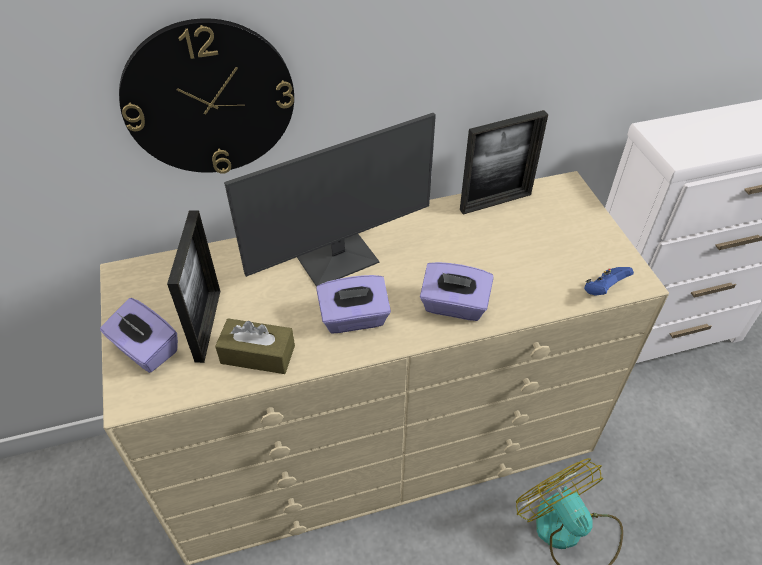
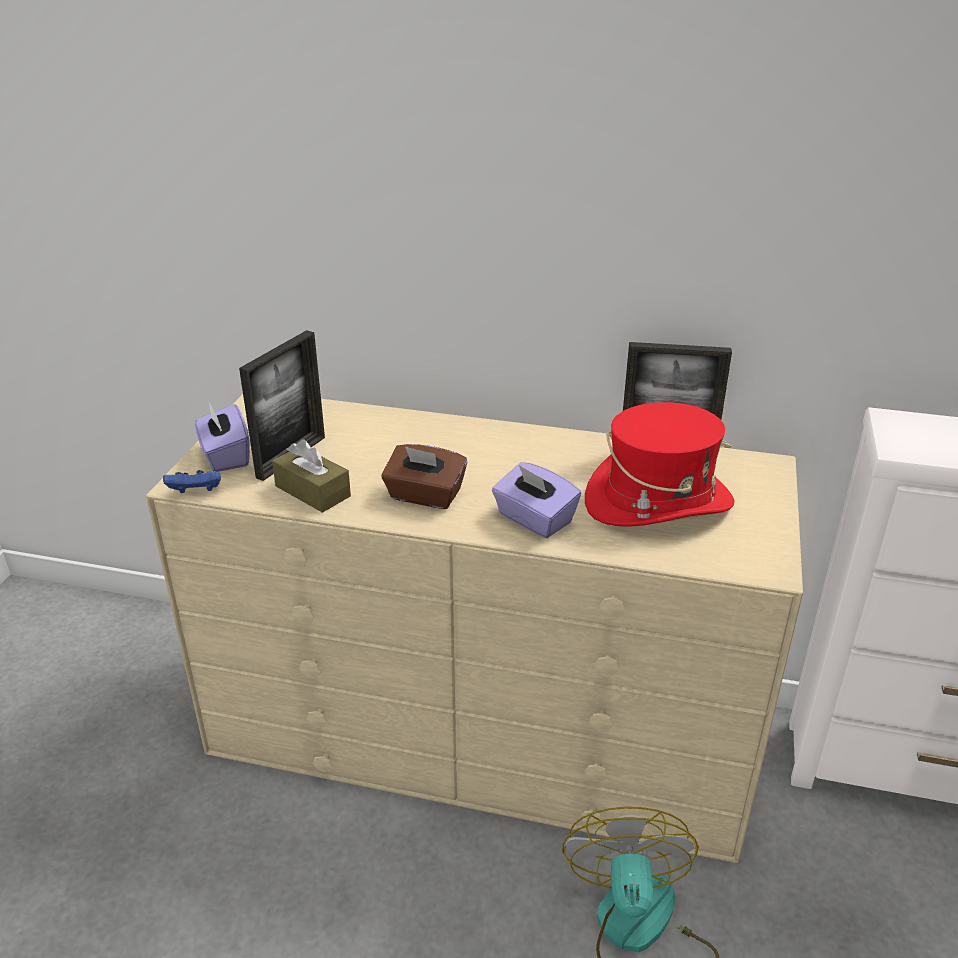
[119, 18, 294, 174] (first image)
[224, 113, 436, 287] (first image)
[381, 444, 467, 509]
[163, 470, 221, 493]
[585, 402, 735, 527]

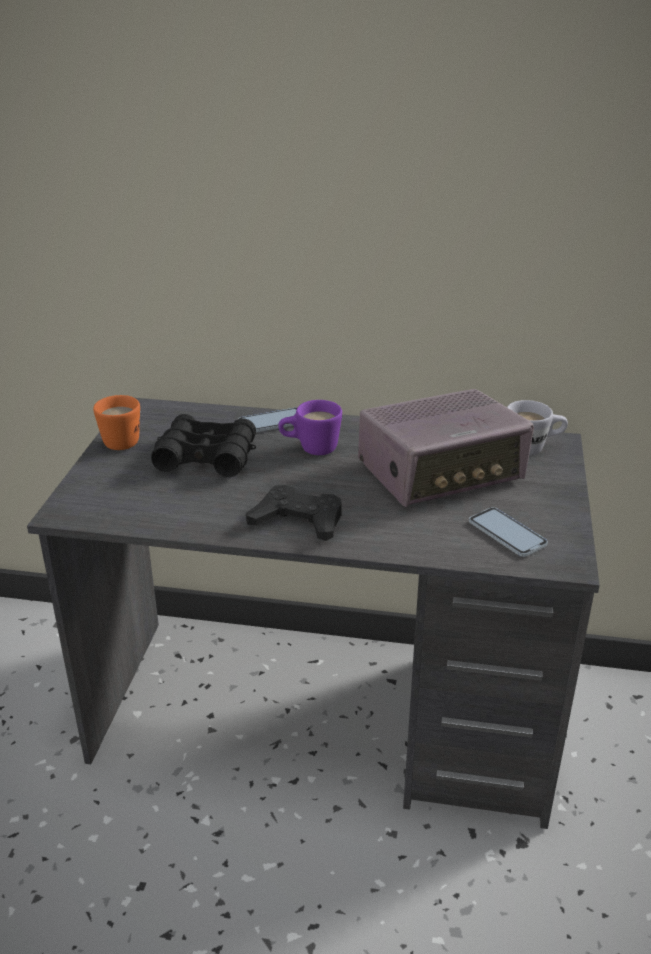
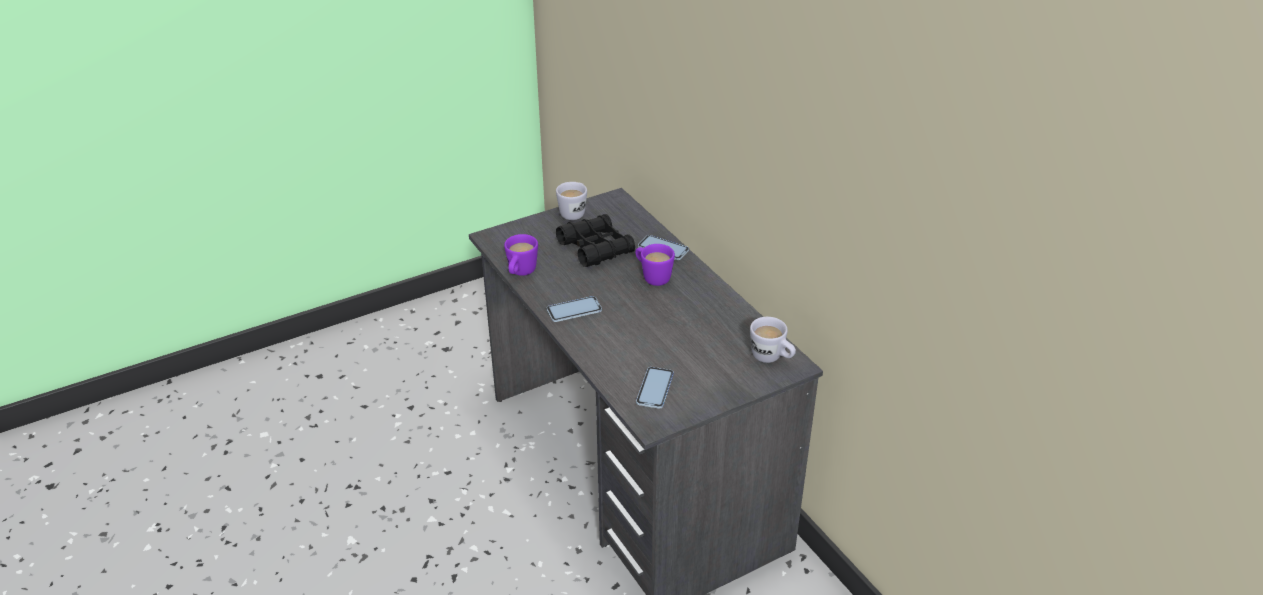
[556, 182, 587, 220]
[547, 296, 602, 322]
[358, 389, 534, 507] (first image)
[504, 234, 538, 276]

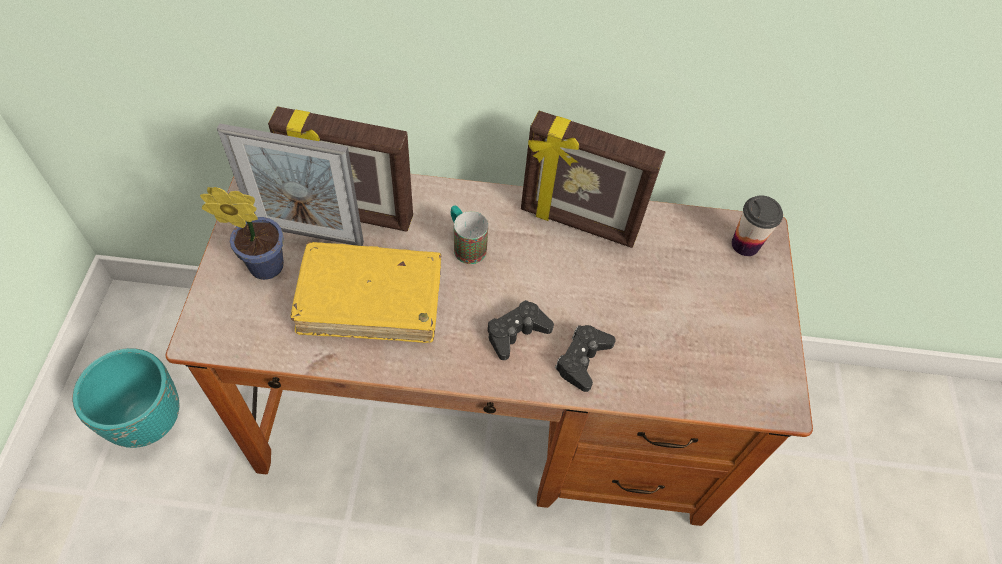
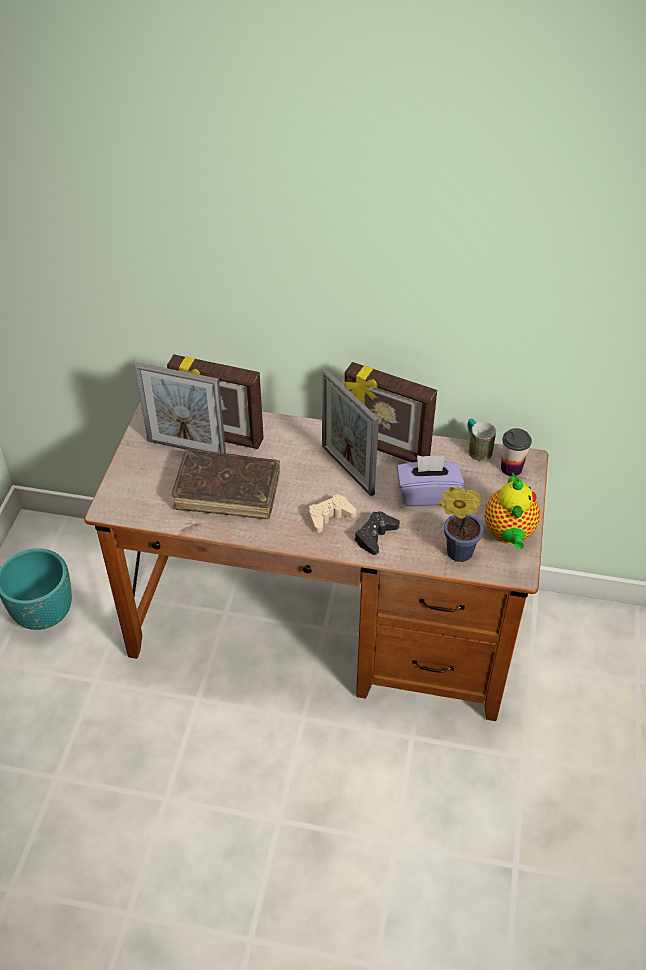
[439, 487, 483, 562]
[172, 449, 280, 519]
[468, 418, 496, 461]
[309, 494, 356, 533]
[322, 369, 379, 496]
[397, 455, 464, 507]
[484, 473, 540, 550]

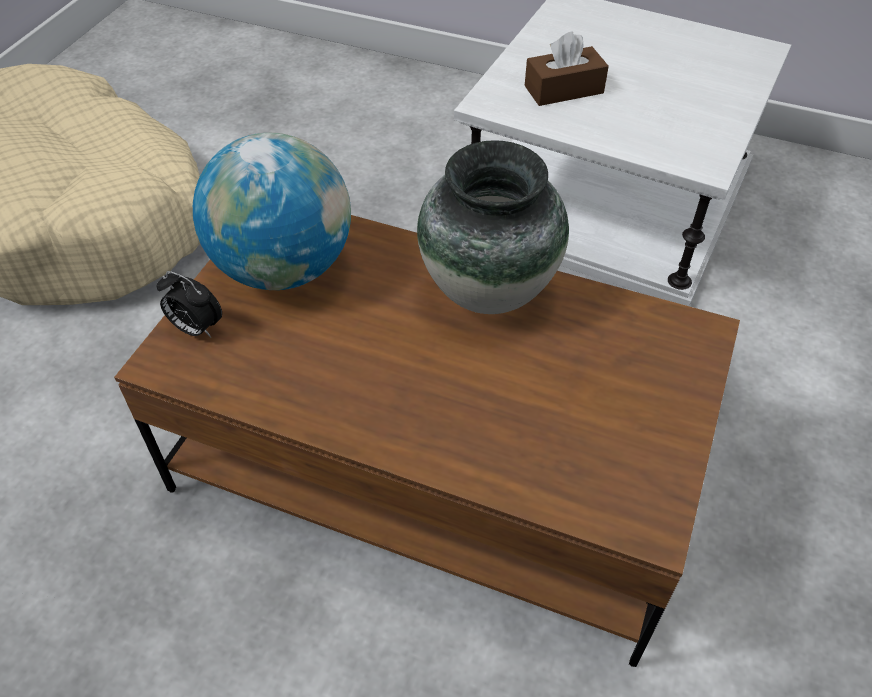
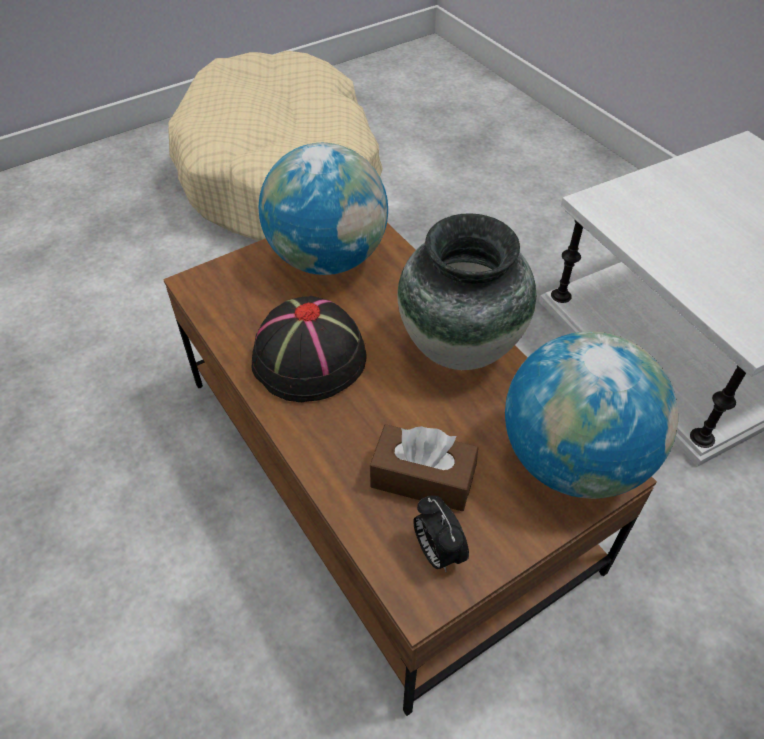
[413, 496, 469, 572]
[370, 424, 478, 511]
[252, 296, 366, 402]
[505, 331, 678, 499]

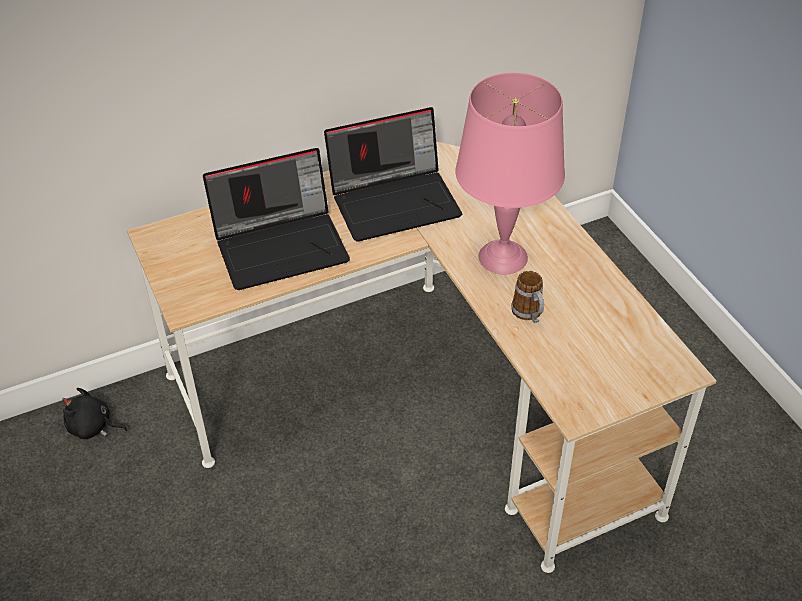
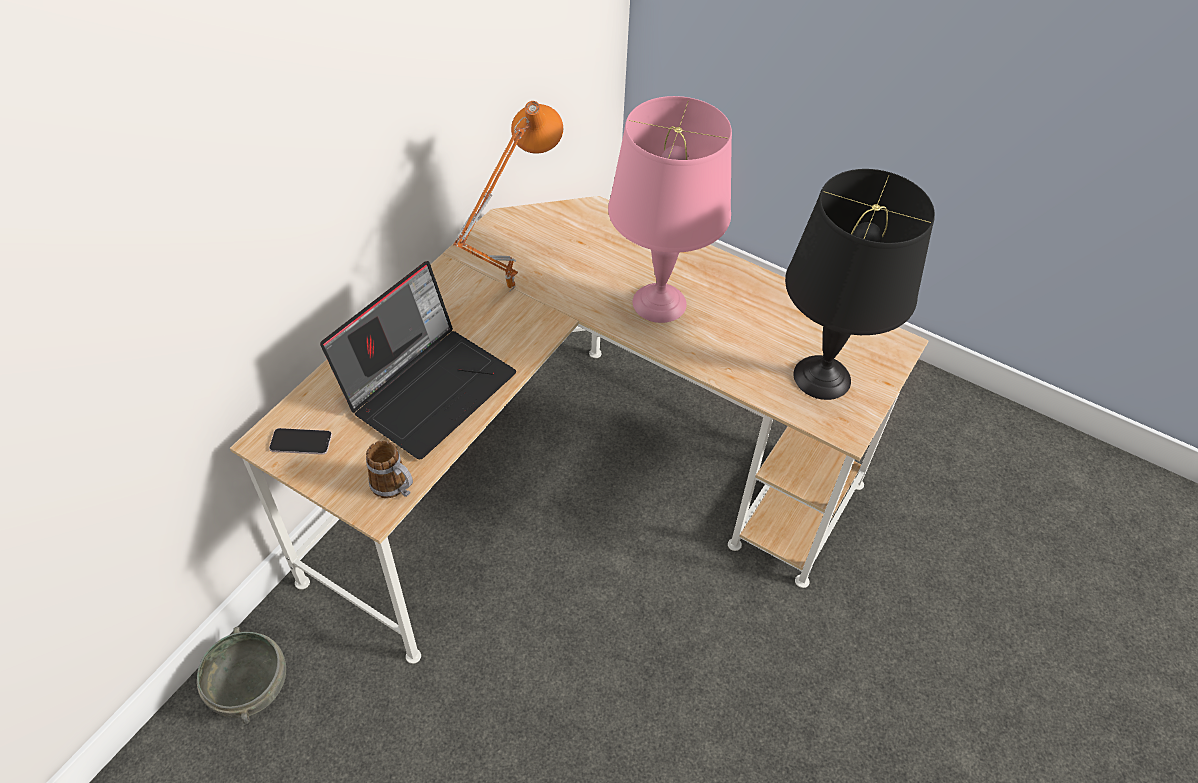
[197, 627, 286, 724]
[453, 101, 563, 292]
[366, 440, 413, 498]
[269, 428, 332, 455]
[785, 169, 935, 400]

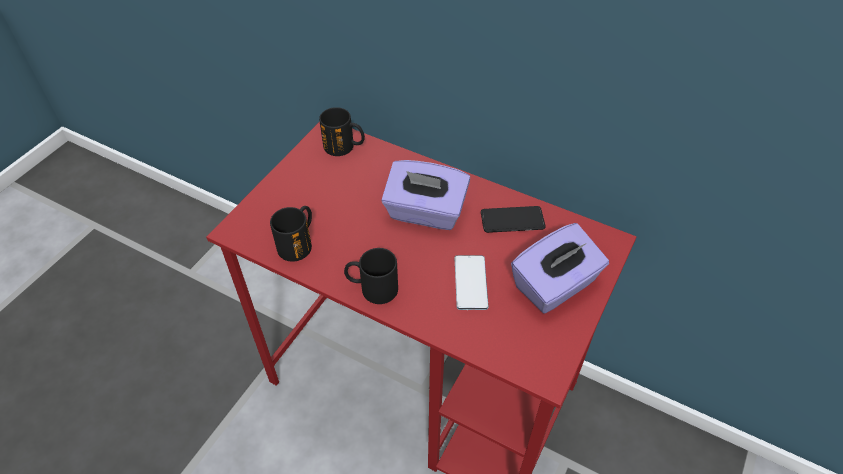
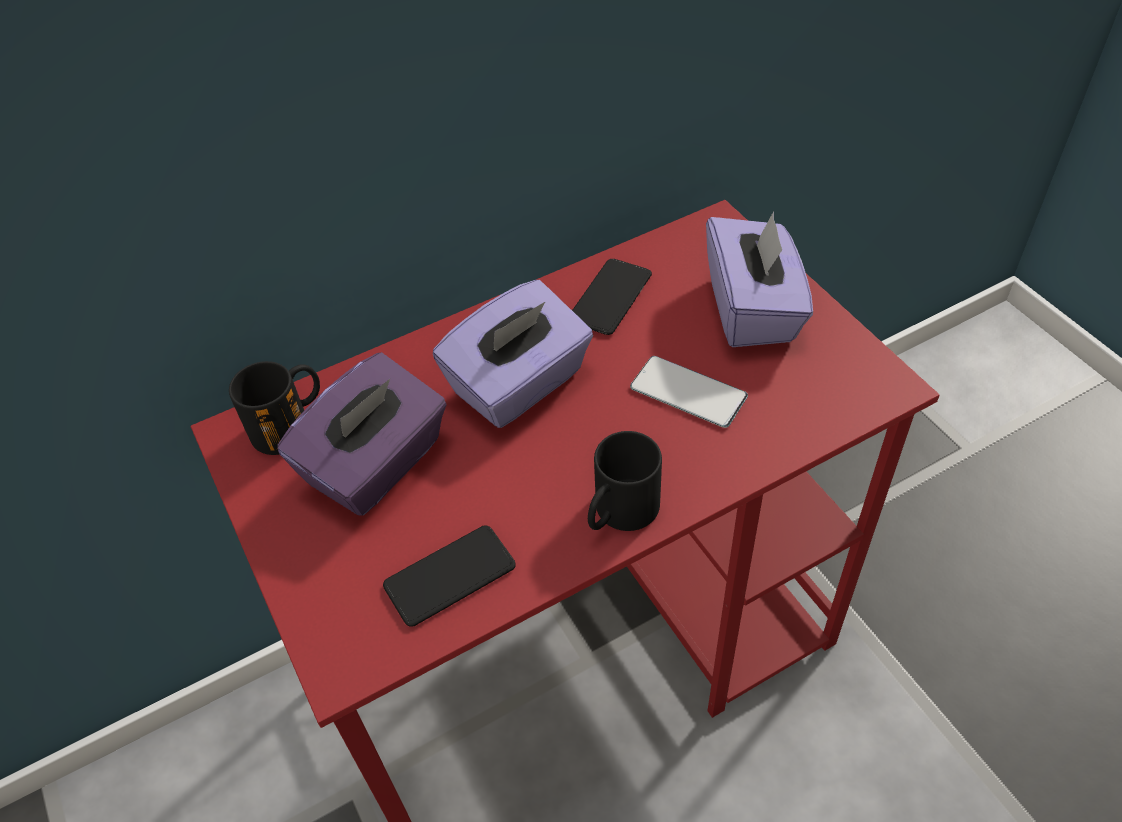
[383, 525, 516, 627]
[277, 352, 447, 516]

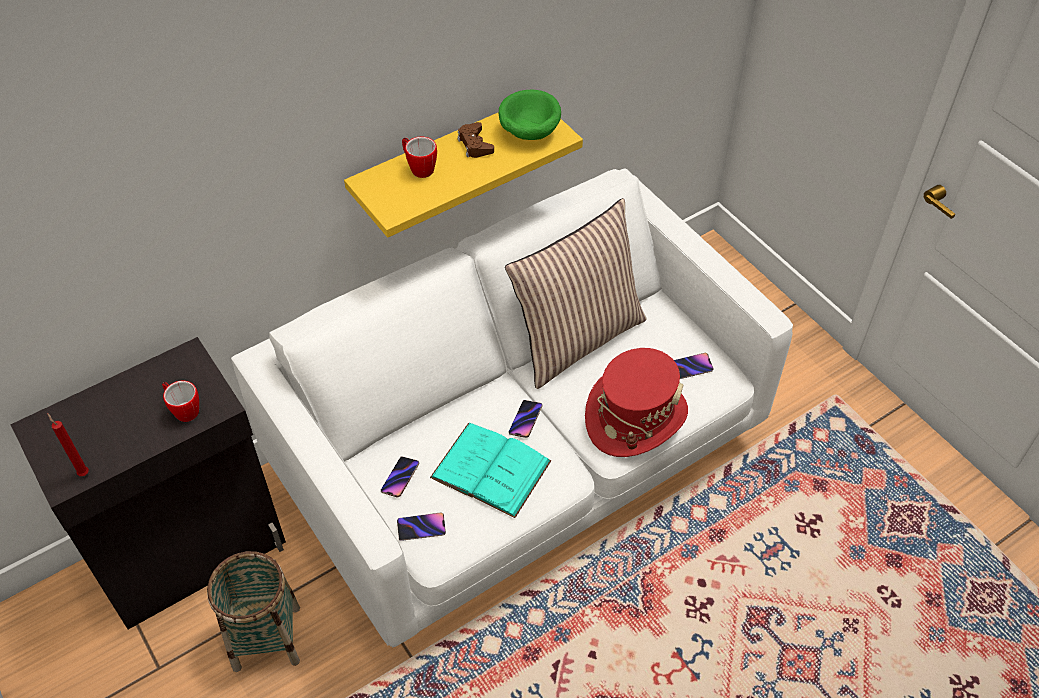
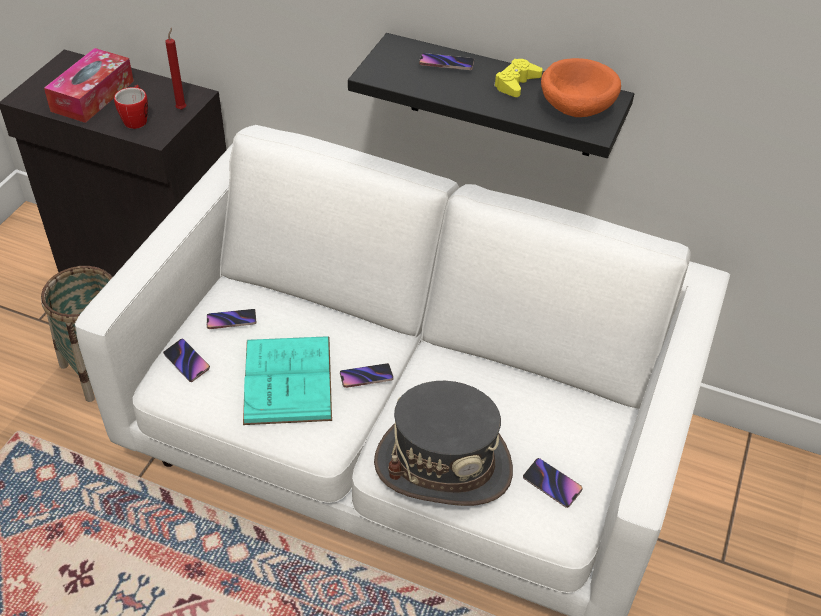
[165, 28, 186, 110]
[348, 33, 634, 158]
[419, 53, 474, 70]
[494, 59, 543, 97]
[541, 58, 621, 117]
[505, 198, 647, 389] (first image)
[374, 381, 513, 506]
[44, 48, 134, 123]

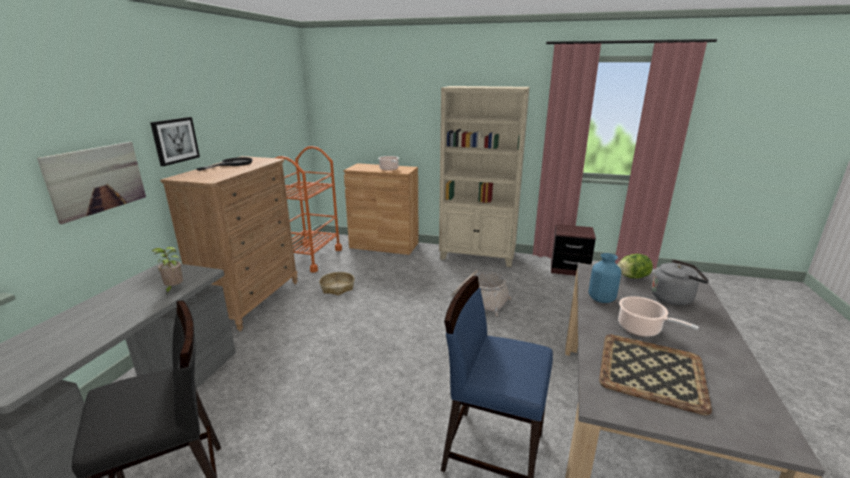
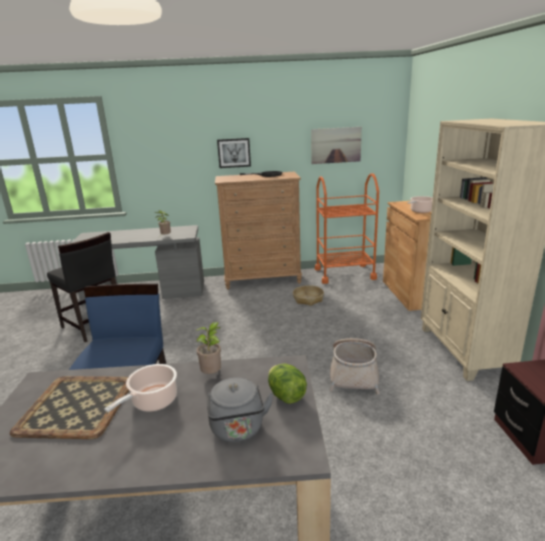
[311, 127, 362, 164]
[195, 322, 221, 374]

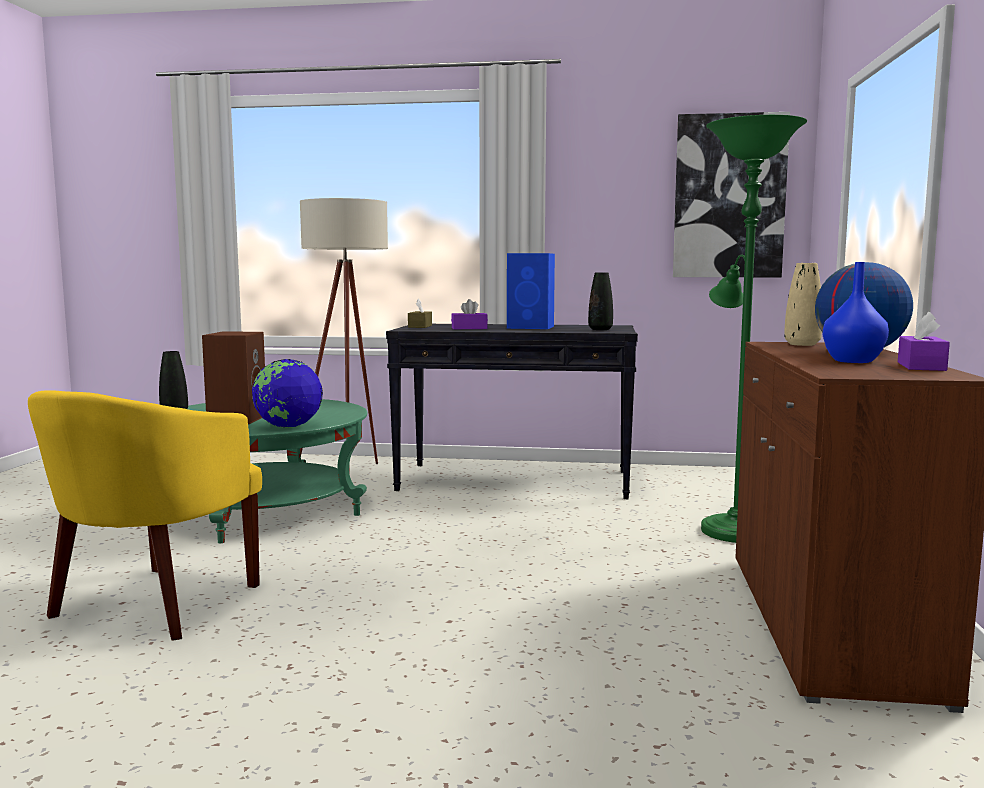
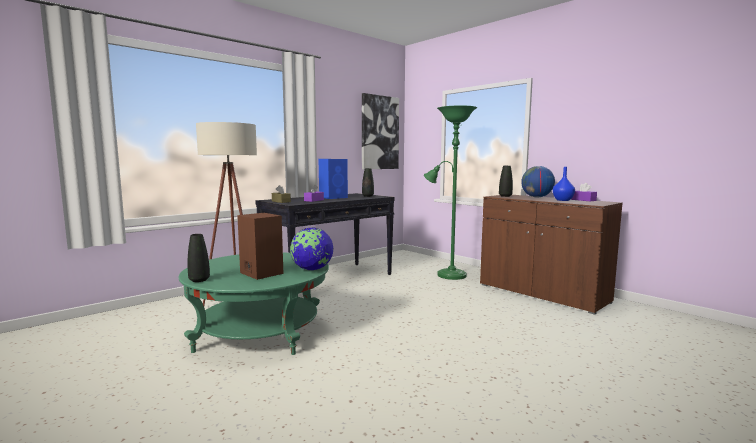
[28, 390, 262, 641] (first image)
[499, 166, 513, 197]

